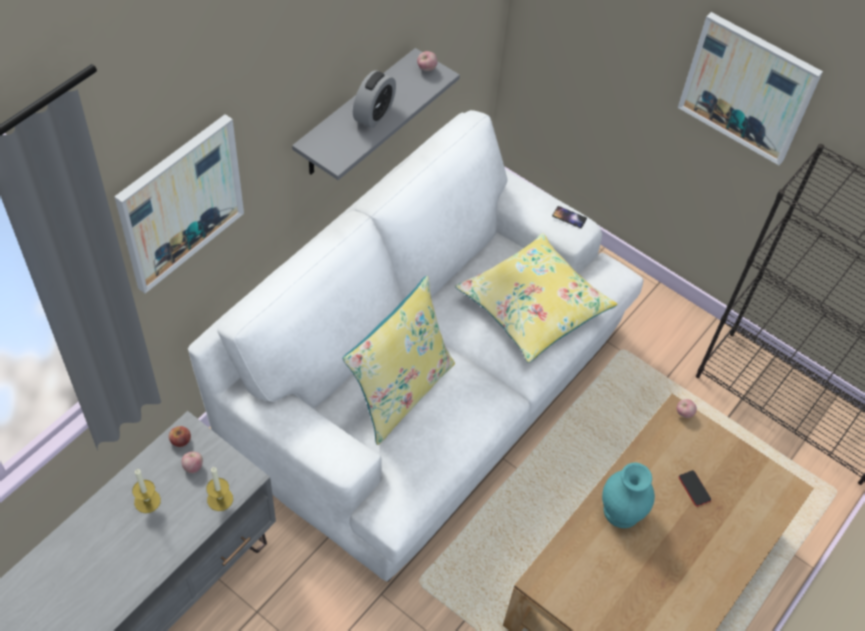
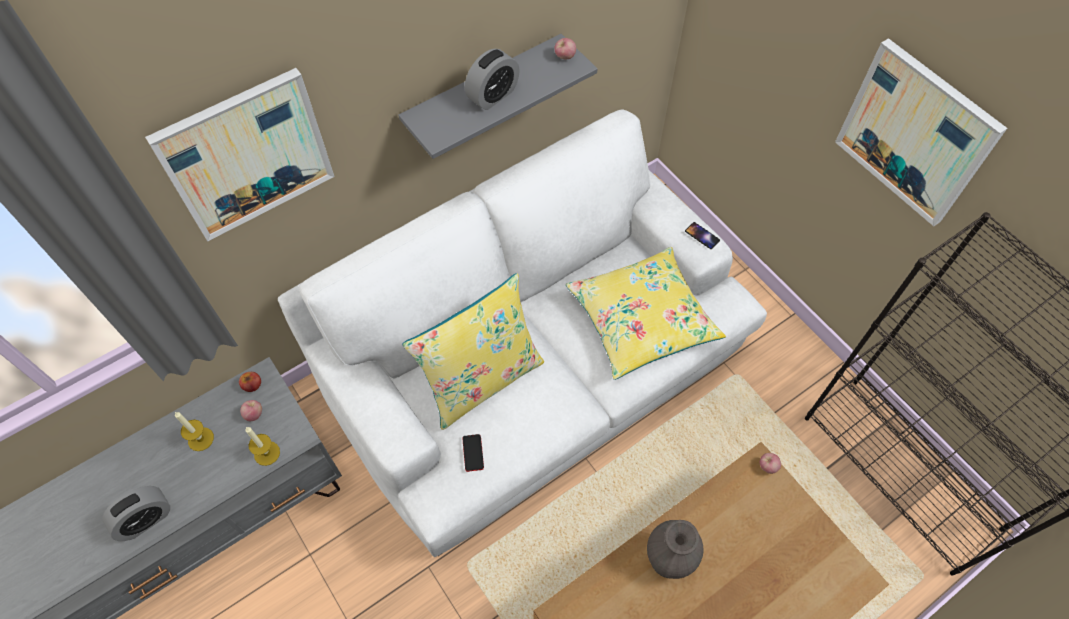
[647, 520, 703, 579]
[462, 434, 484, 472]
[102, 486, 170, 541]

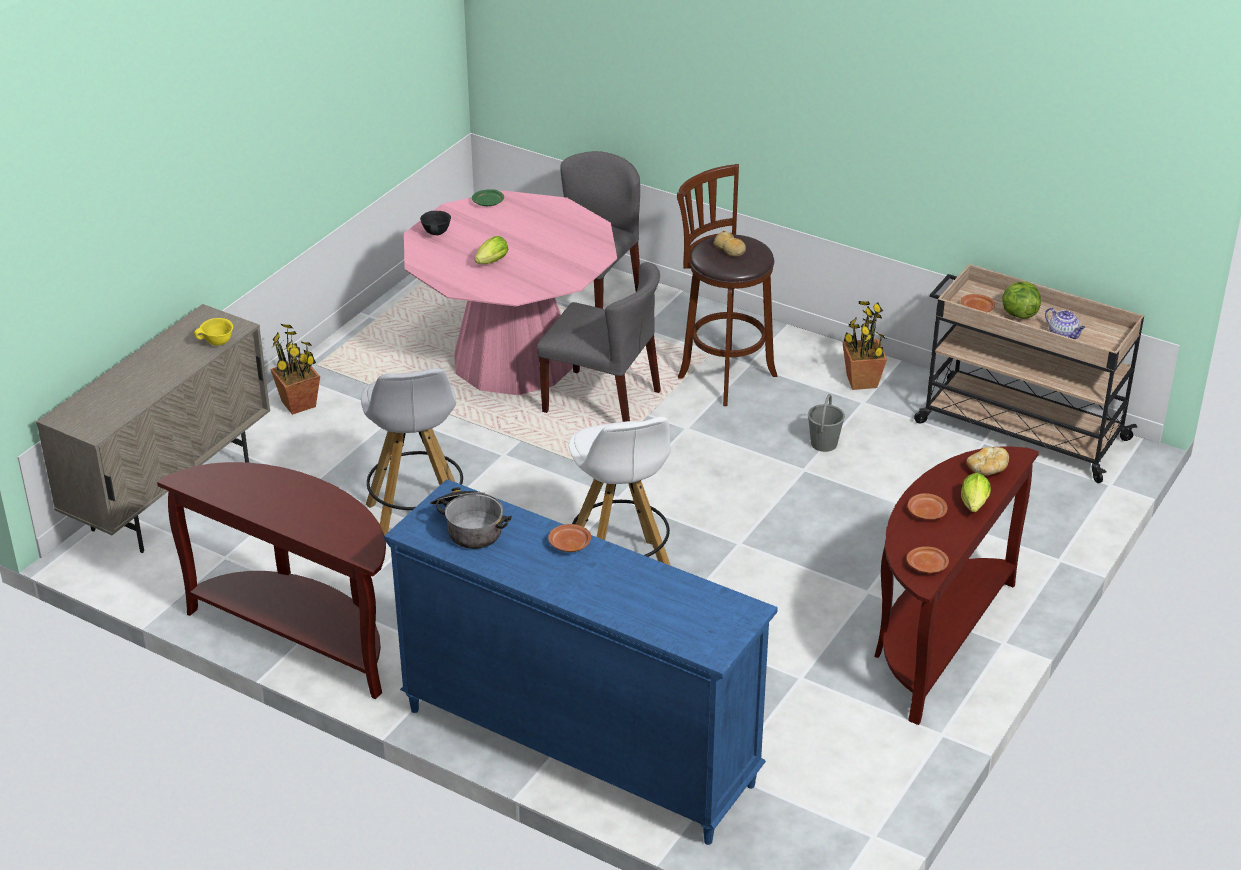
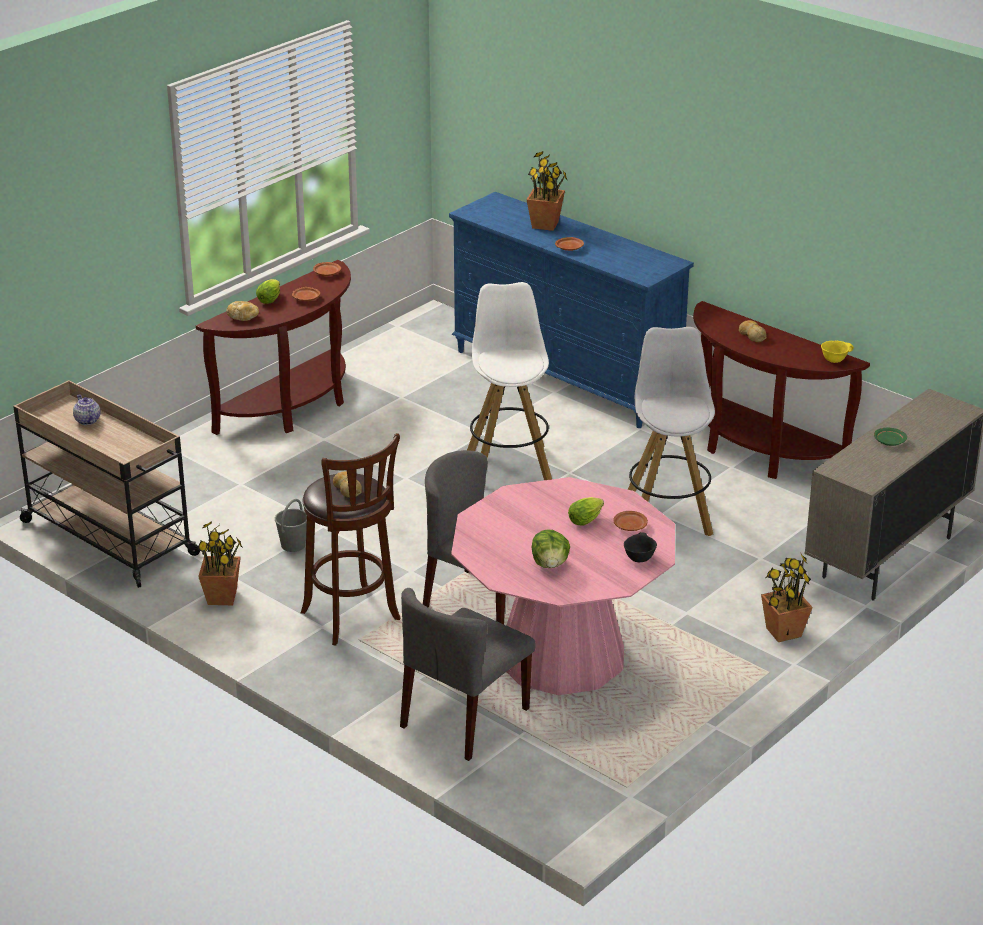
[821, 341, 854, 363]
[430, 487, 512, 549] (first image)
[874, 428, 907, 446]
[613, 511, 648, 531]
[532, 529, 570, 568]
[526, 151, 567, 231]
[739, 320, 766, 342]

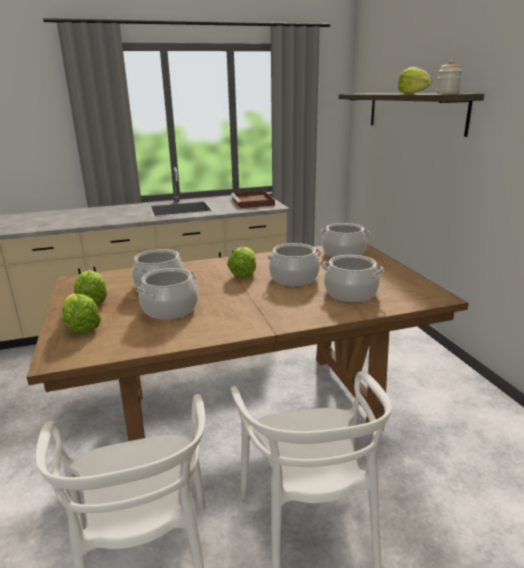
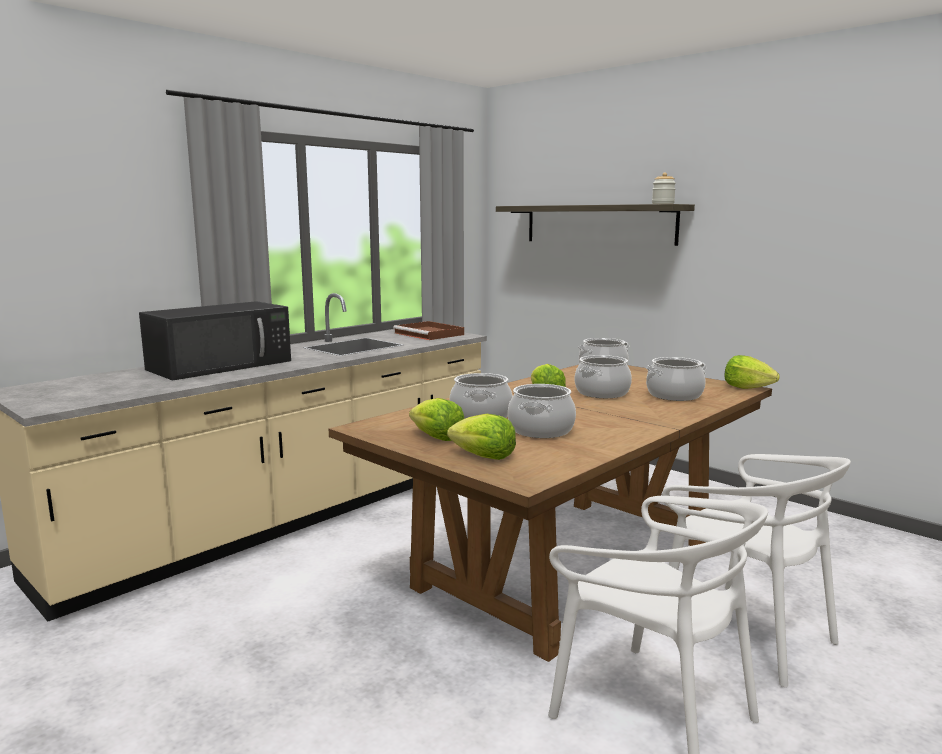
[724, 355, 780, 389]
[139, 301, 291, 381]

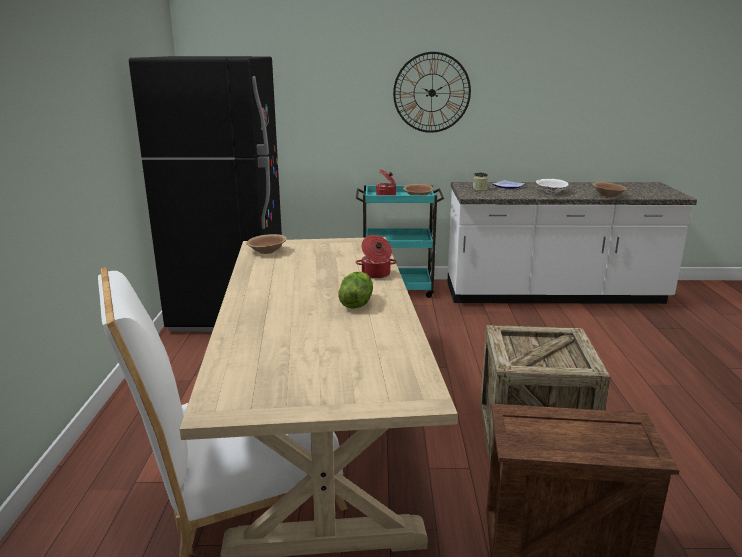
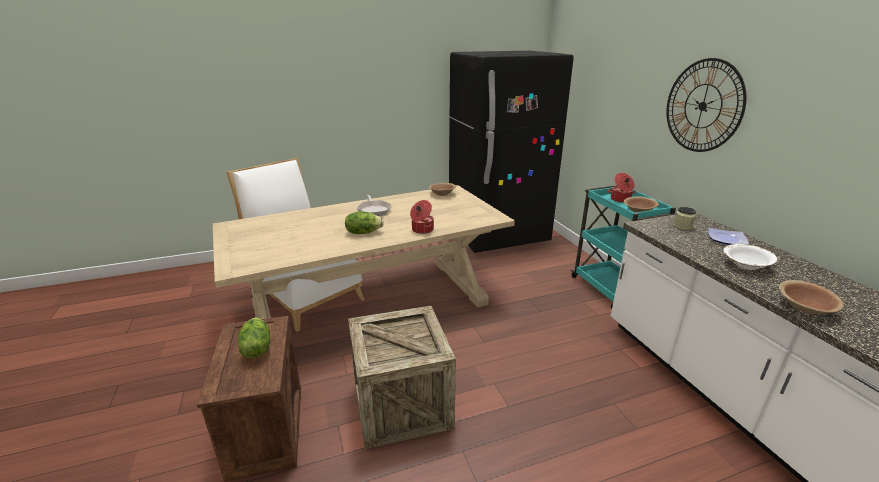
[238, 318, 270, 358]
[356, 194, 392, 216]

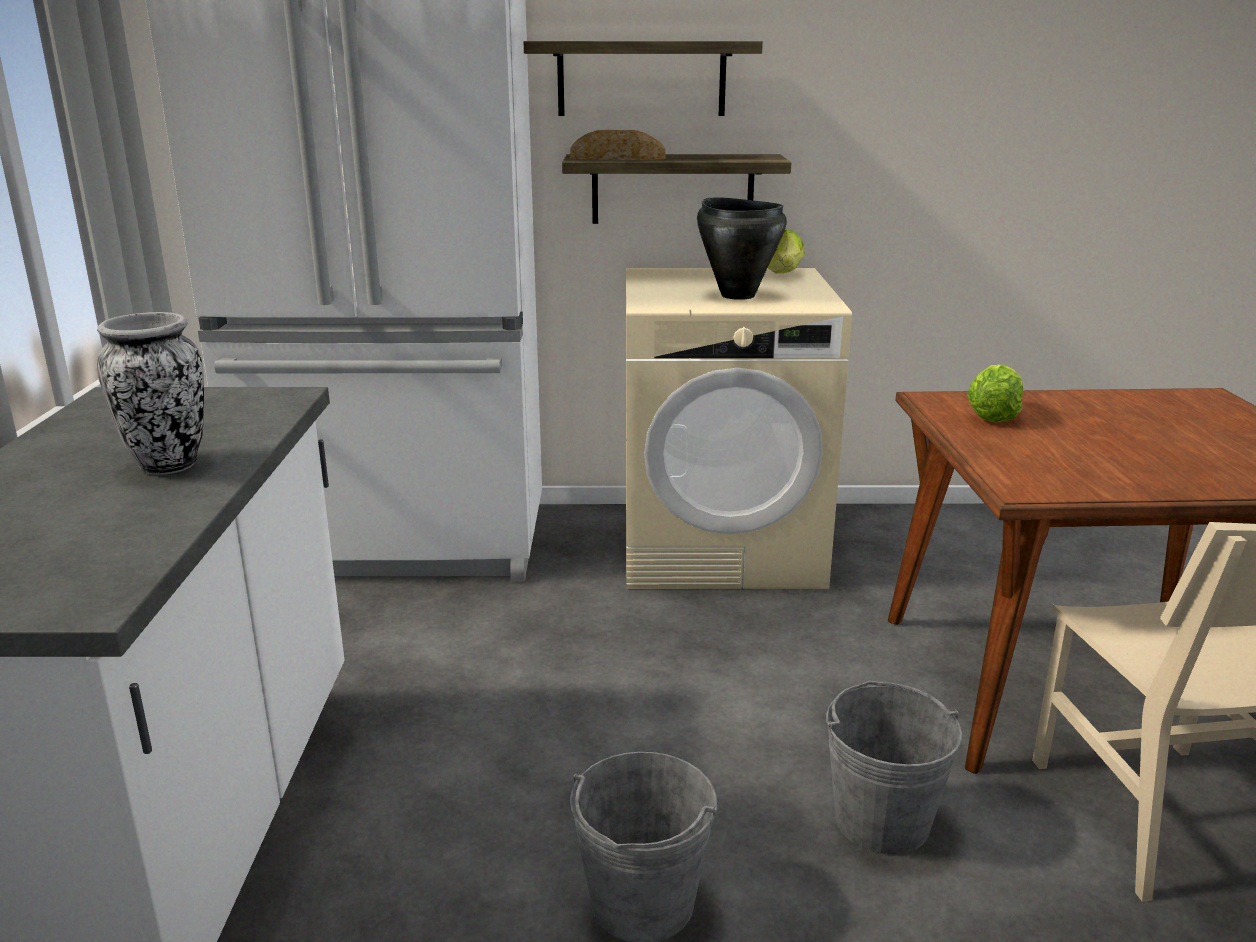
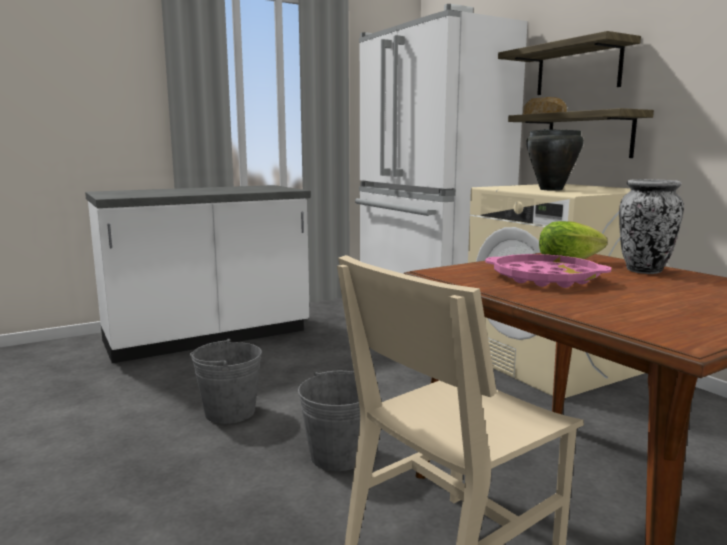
[619, 179, 684, 274]
[768, 229, 805, 273] (first image)
[485, 254, 611, 288]

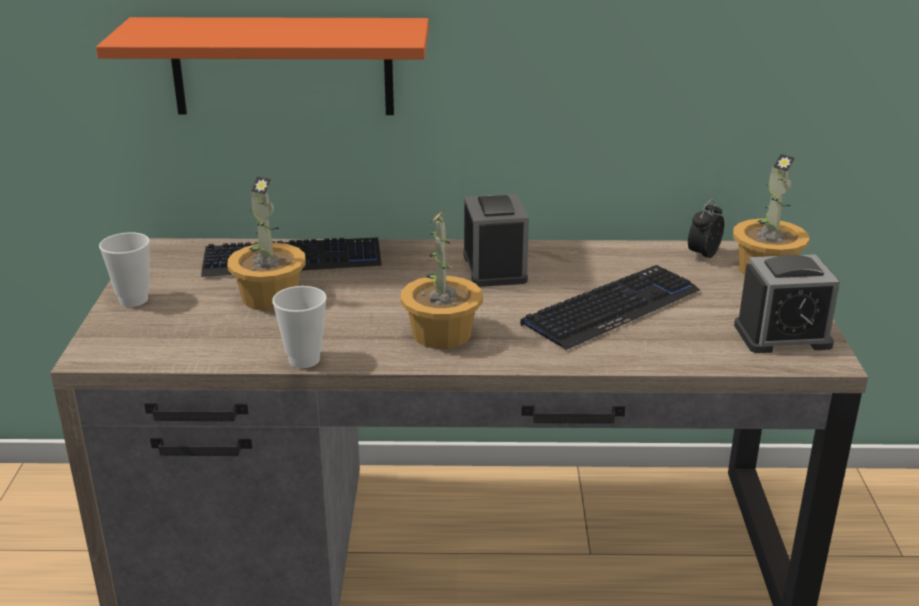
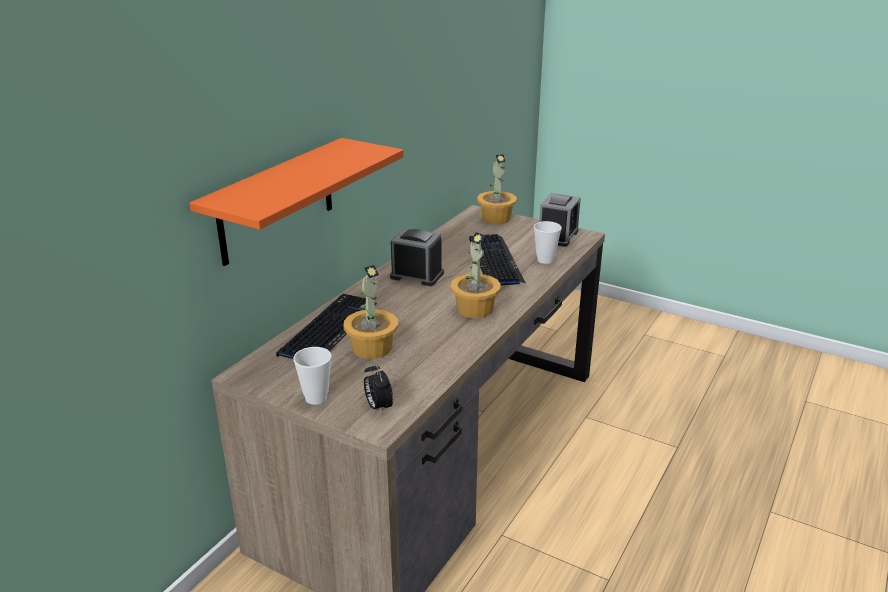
[534, 221, 562, 264]
[364, 362, 393, 414]

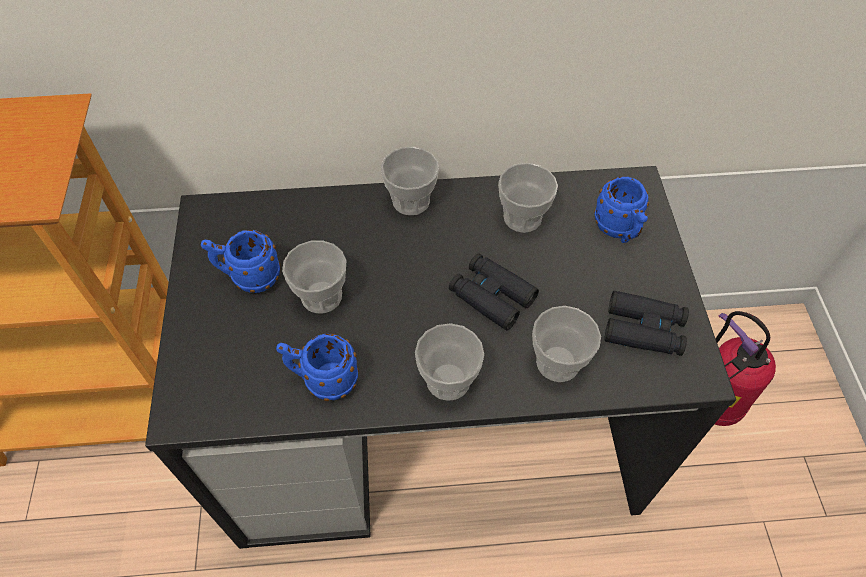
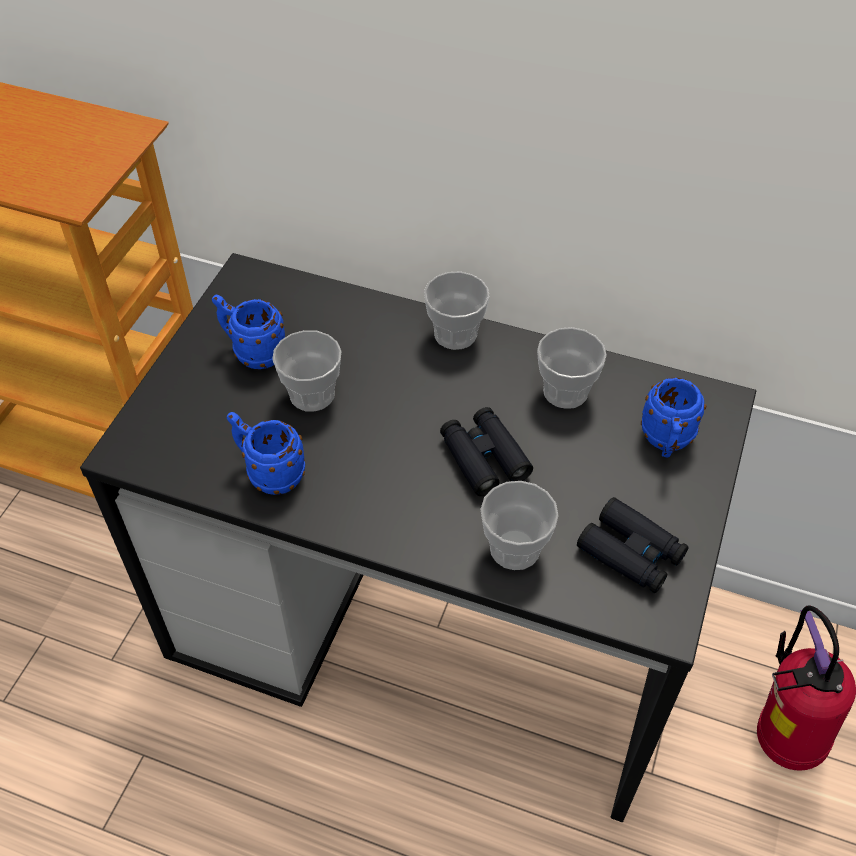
[415, 323, 484, 401] (first image)

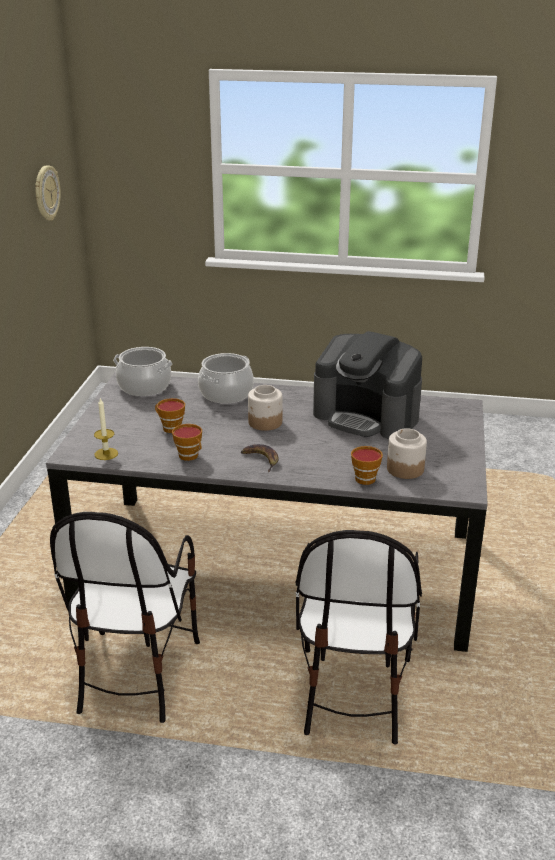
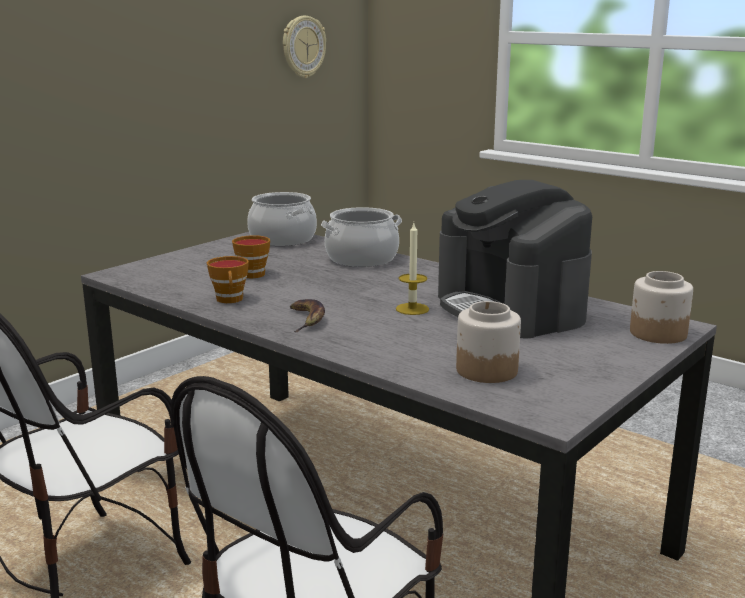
[396, 223, 429, 315]
[630, 271, 693, 344]
[351, 446, 383, 485] (first image)

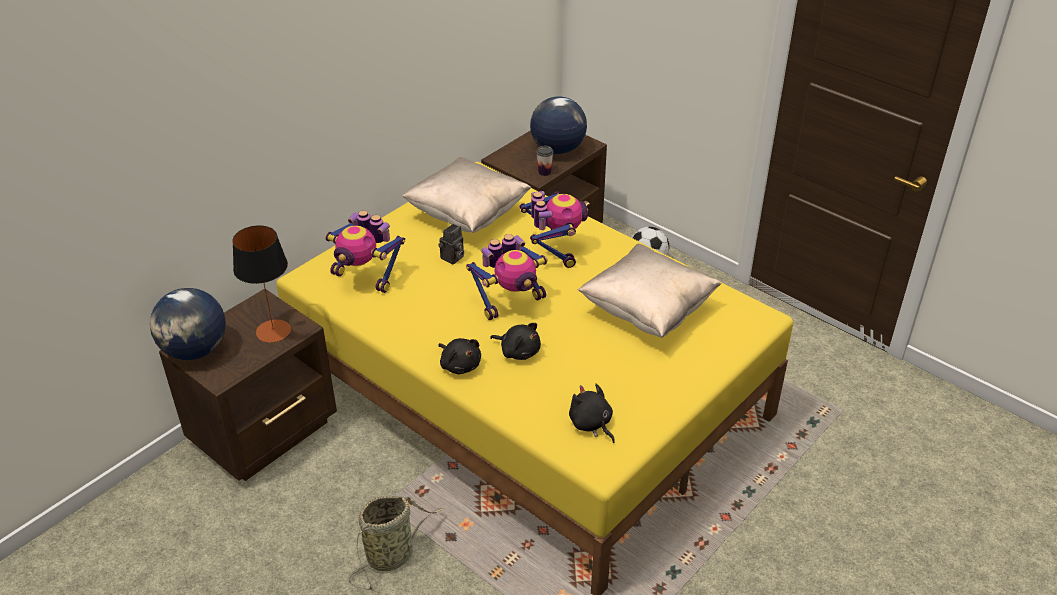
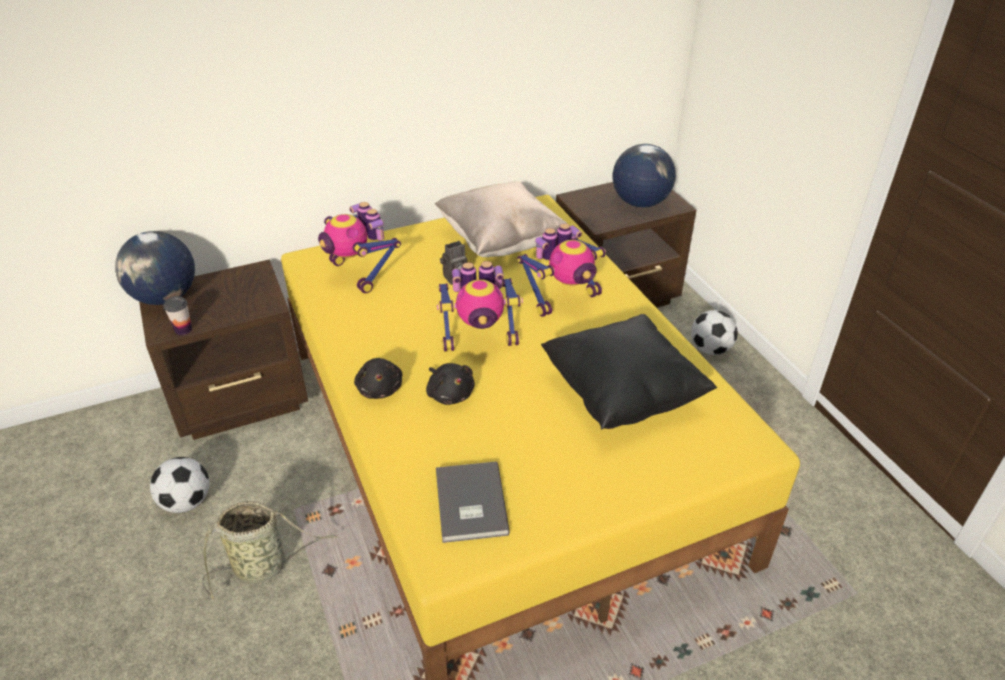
[232, 225, 291, 343] (first image)
[518, 223, 606, 317]
[163, 296, 192, 335]
[436, 461, 510, 543]
[541, 314, 717, 430]
[150, 457, 209, 513]

